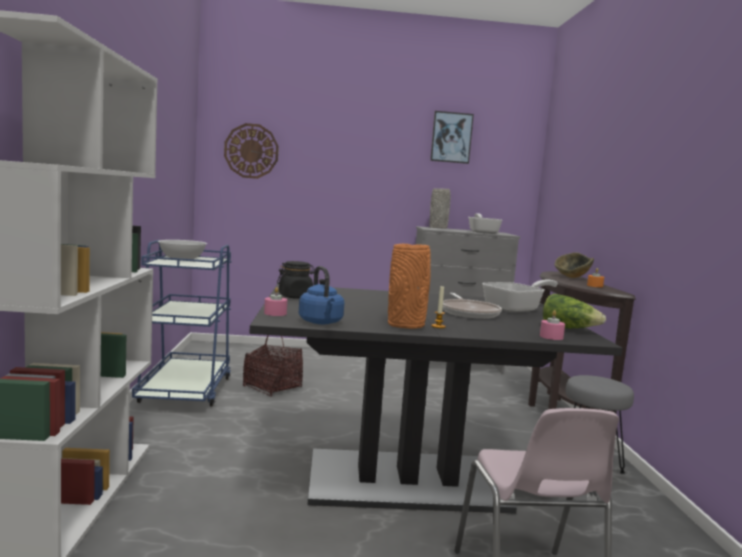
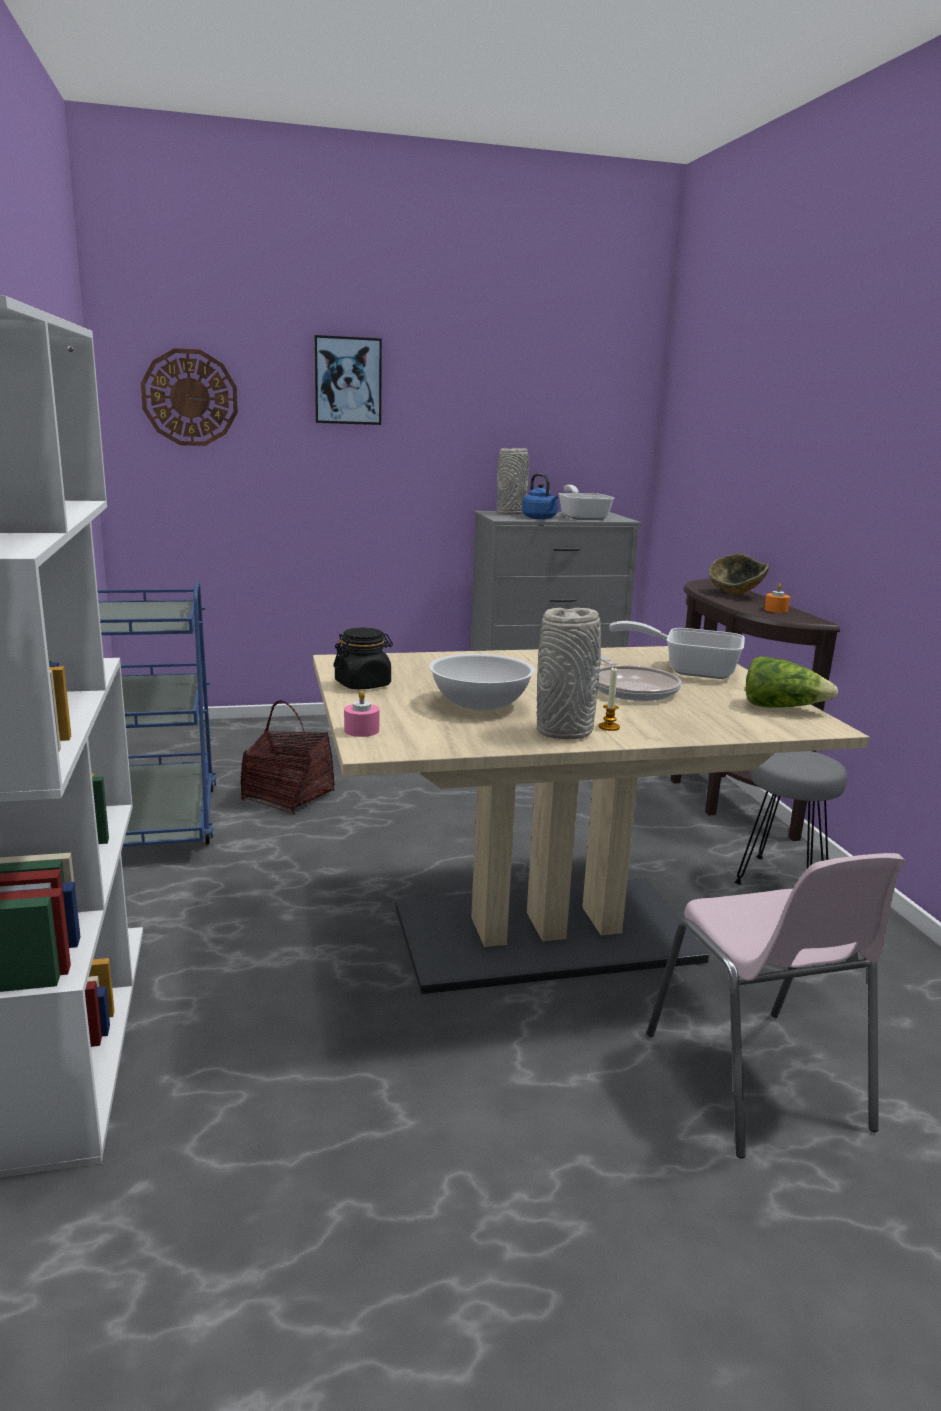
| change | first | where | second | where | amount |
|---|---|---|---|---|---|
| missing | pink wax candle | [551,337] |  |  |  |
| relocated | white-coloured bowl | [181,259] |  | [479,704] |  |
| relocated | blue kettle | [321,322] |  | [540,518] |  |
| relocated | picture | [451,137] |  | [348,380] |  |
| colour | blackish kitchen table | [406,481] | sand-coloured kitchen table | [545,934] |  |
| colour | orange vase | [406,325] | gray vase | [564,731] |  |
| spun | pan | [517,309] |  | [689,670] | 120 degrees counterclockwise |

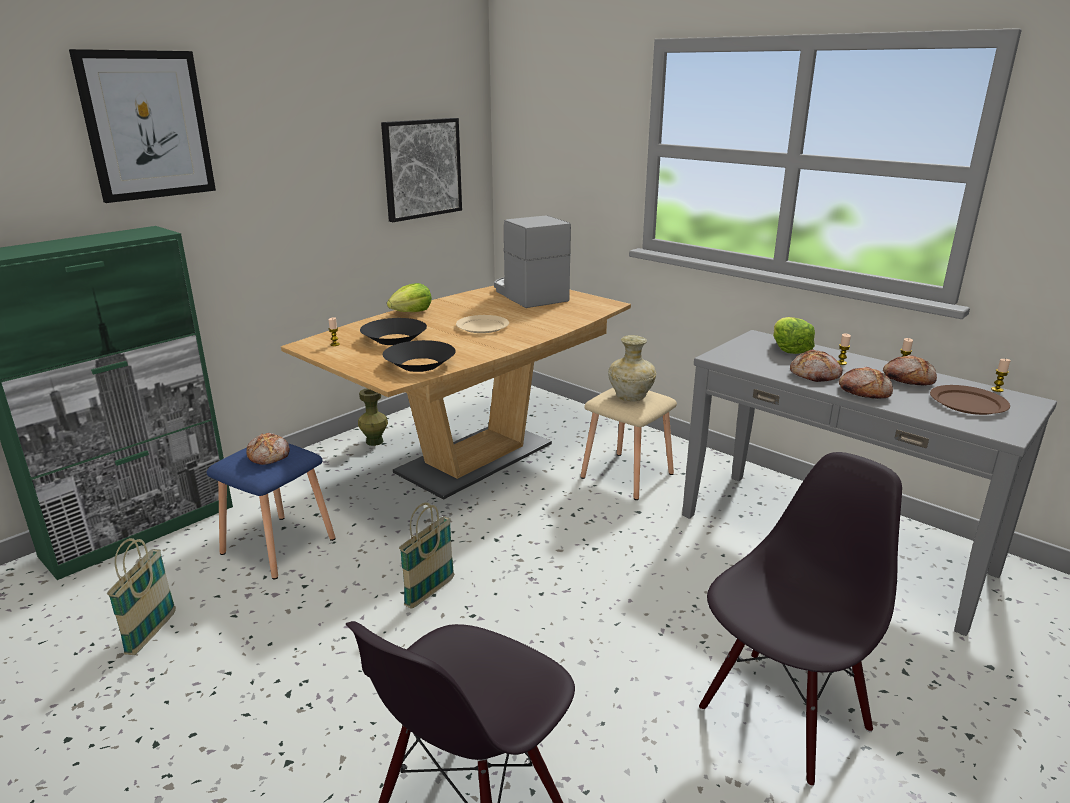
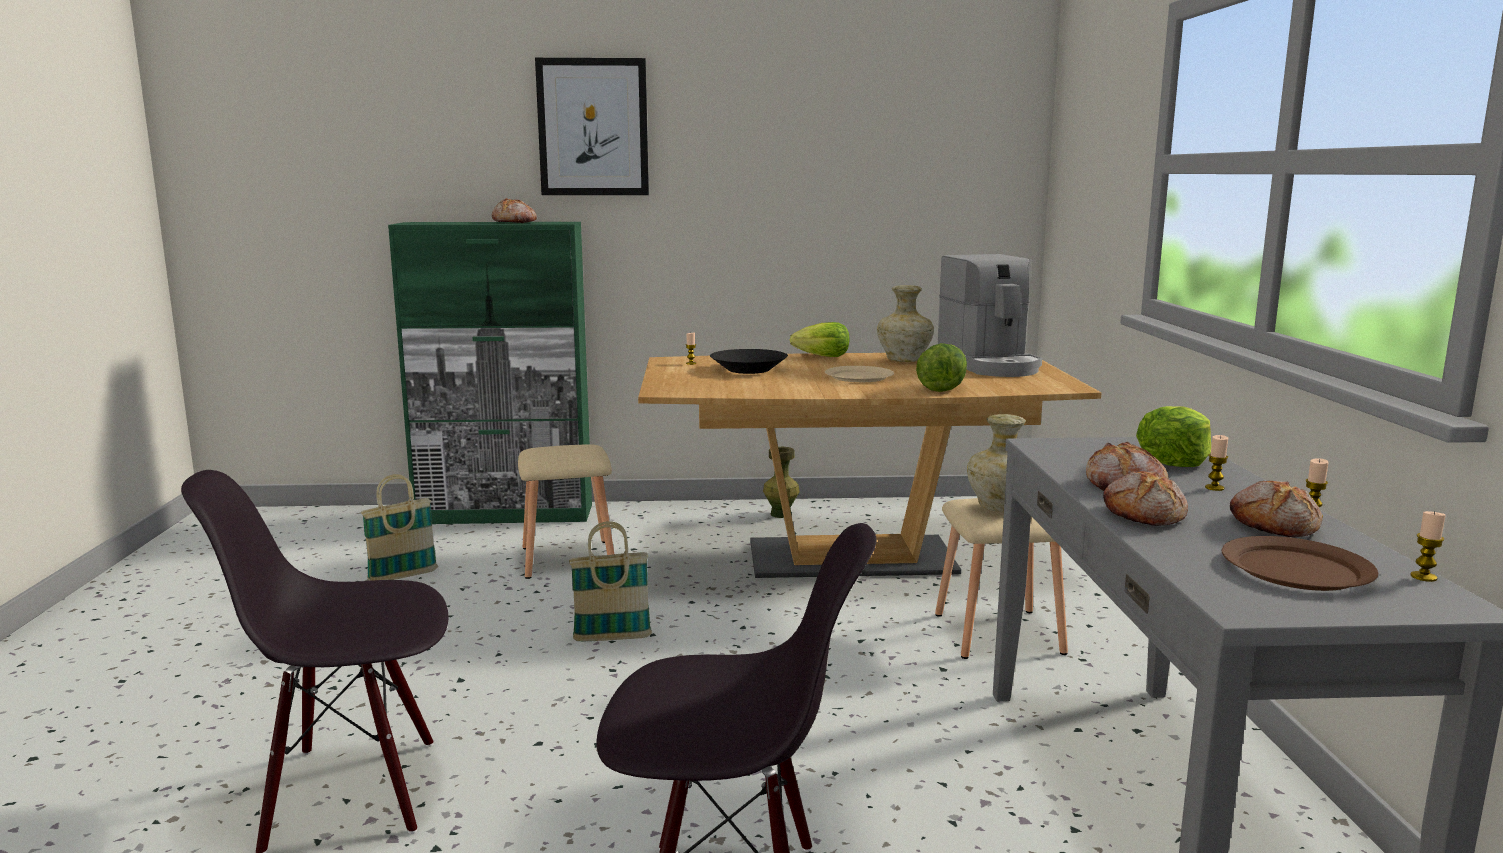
| change | first | where | second | where | amount |
|---|---|---|---|---|---|
| missing | picture | [422,168] |  |  |  |
| missing | blackish bowl | [420,364] |  |  |  |
| appeared |  |  | sand-coloured vase | [904,360] |  |
| appeared |  |  | lettuce | [942,388] |  |
| relocated | bakery bread | [270,455] |  | [515,222] |  |
| colour | blue sitting stool | [276,546] | sand-coloured sitting stool | [567,558] |  |
| spun | coffee maker | [528,295] |  | [990,365] | 150 degrees clockwise |

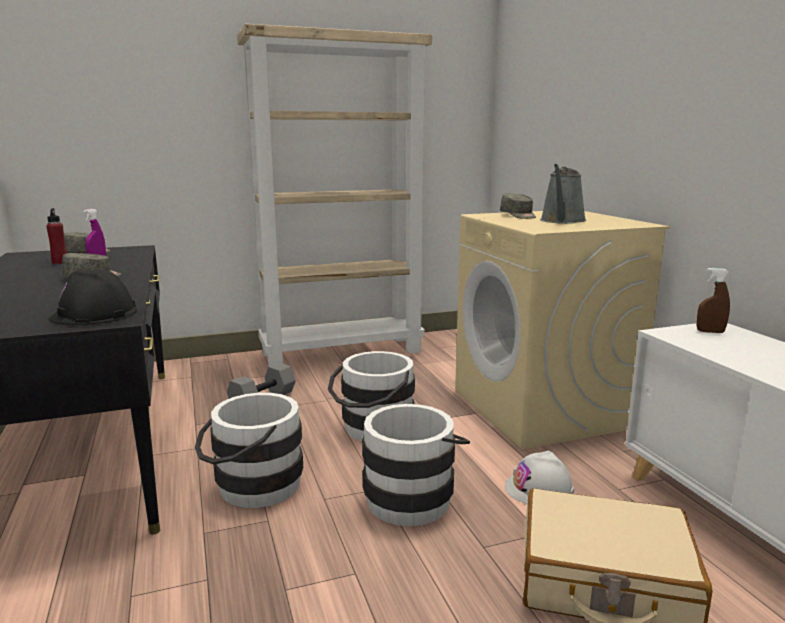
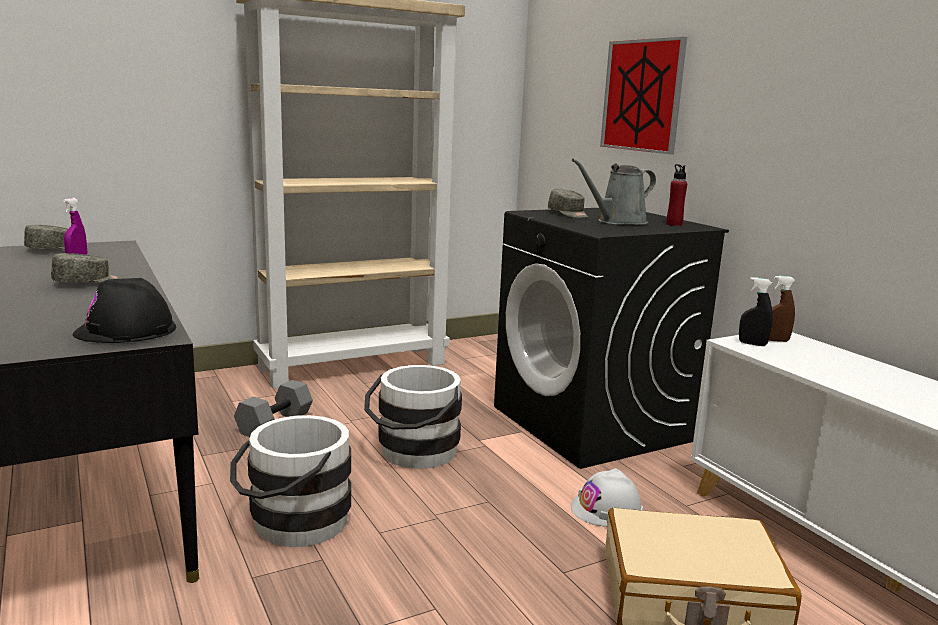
| change | first | where | second | where | amount |
|---|---|---|---|---|---|
| missing | white-coloured water bucket | [412,496] |  |  |  |
| appeared |  |  | picture | [642,96] |  |
| appeared |  |  | blackish spray bottle | [752,344] |  |
| relocated | red beverage bottle | [60,262] |  | [674,224] |  |
| colour | sand-coloured laundry machine | [543,408] | blackish laundry machine | [592,424] |  |
| spun | gray watering can | [562,221] |  | [618,222] | 45 degrees clockwise |

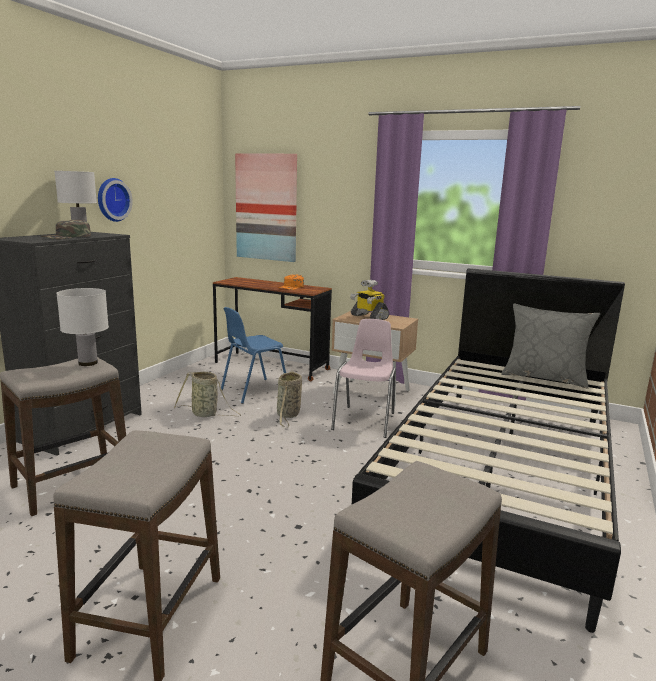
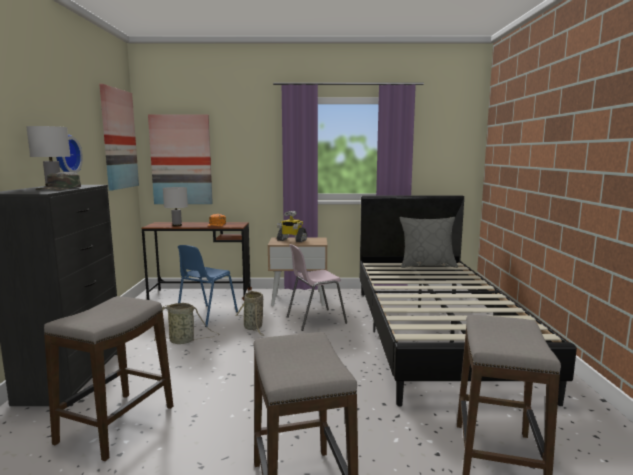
| change | first | where | second | where | amount |
|---|---|---|---|---|---|
| appeared |  |  | picture | [118,139] |  |
| relocated | white-coloured lamp for a table | [88,363] |  | [177,225] |  |
| spun | pink upright chair | [365,421] |  | [315,320] | 105 degrees counterclockwise |

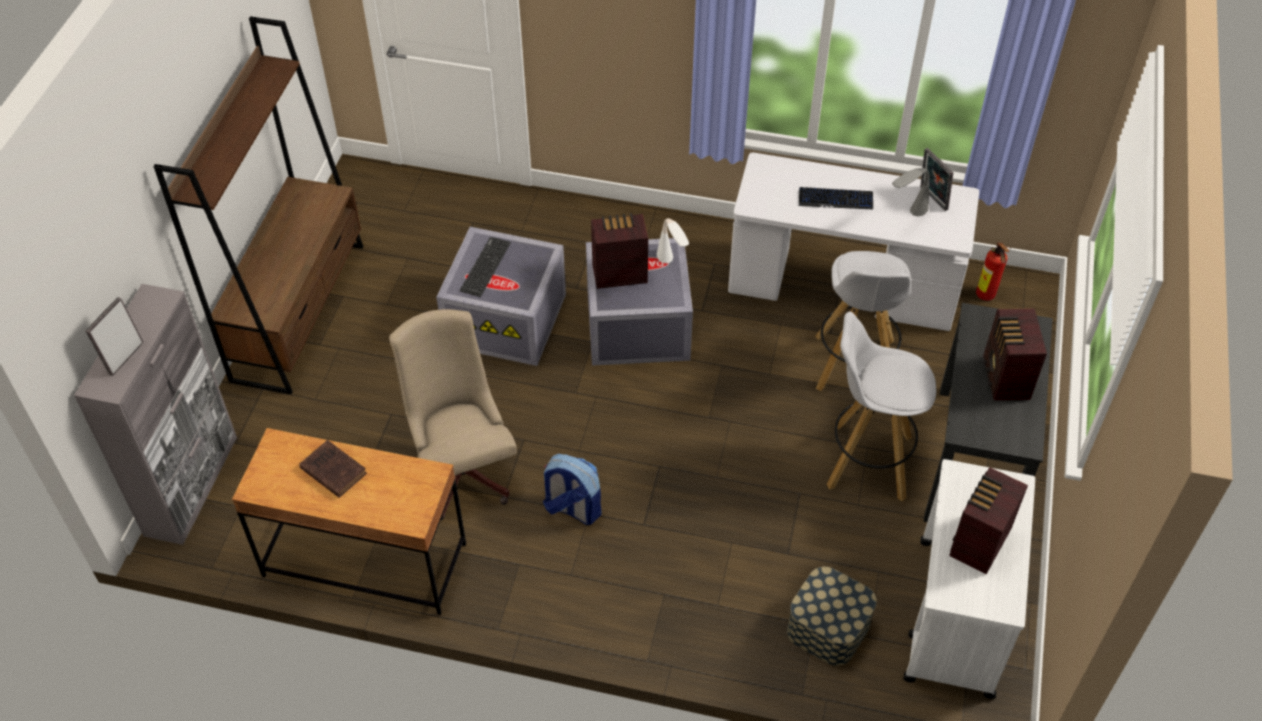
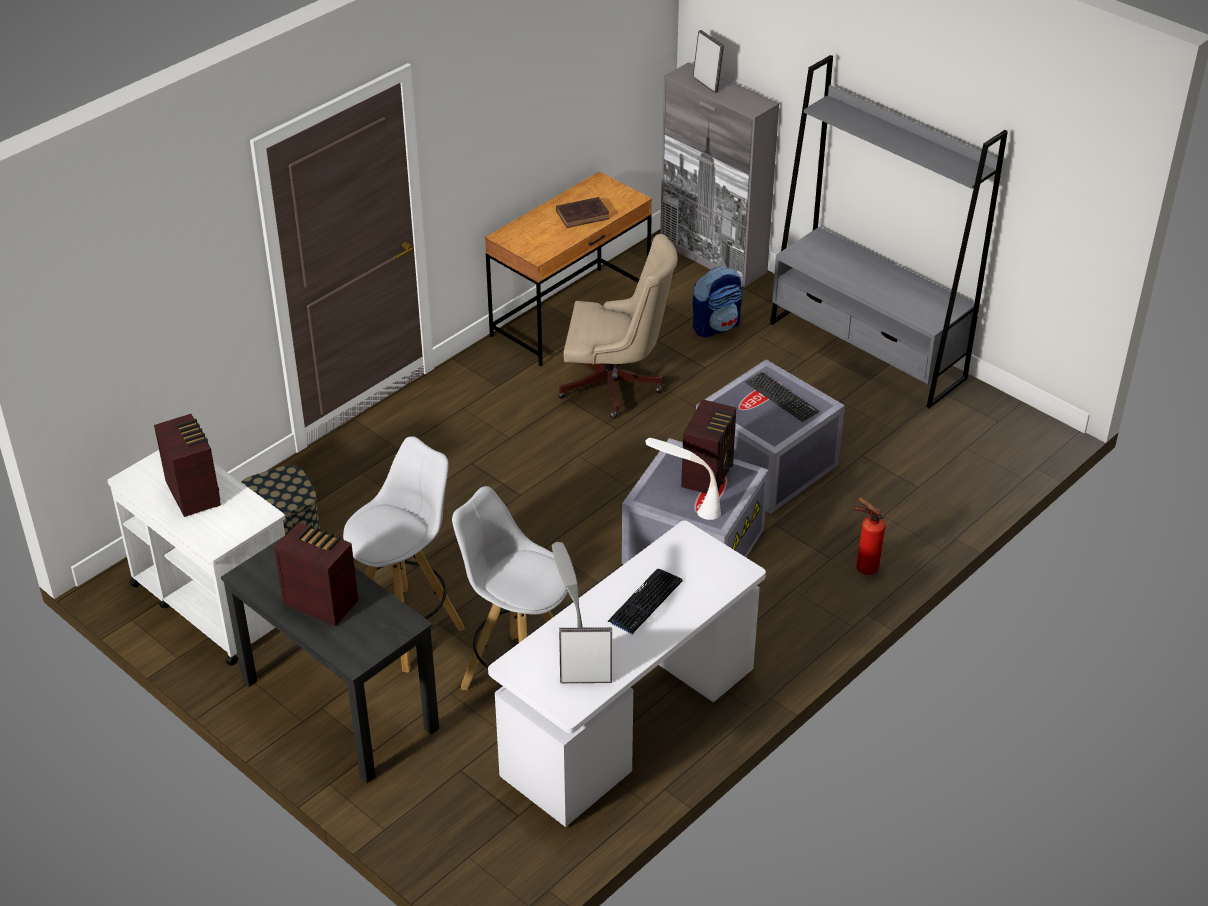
| change | first | where | second | where | amount |
|---|---|---|---|---|---|
| relocated | knapsack | [572,508] |  | [716,326] |  |
| relocated | fire-fighting cylinder | [986,297] |  | [863,567] |  |
| colour | brownish bookshelf | [299,311] | gray bookshelf | [867,351] |  |

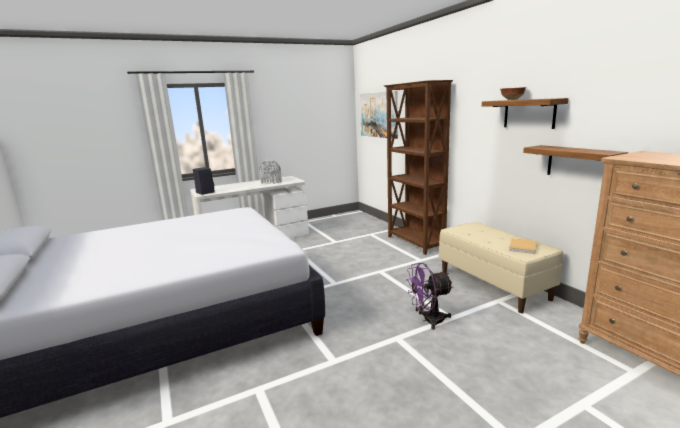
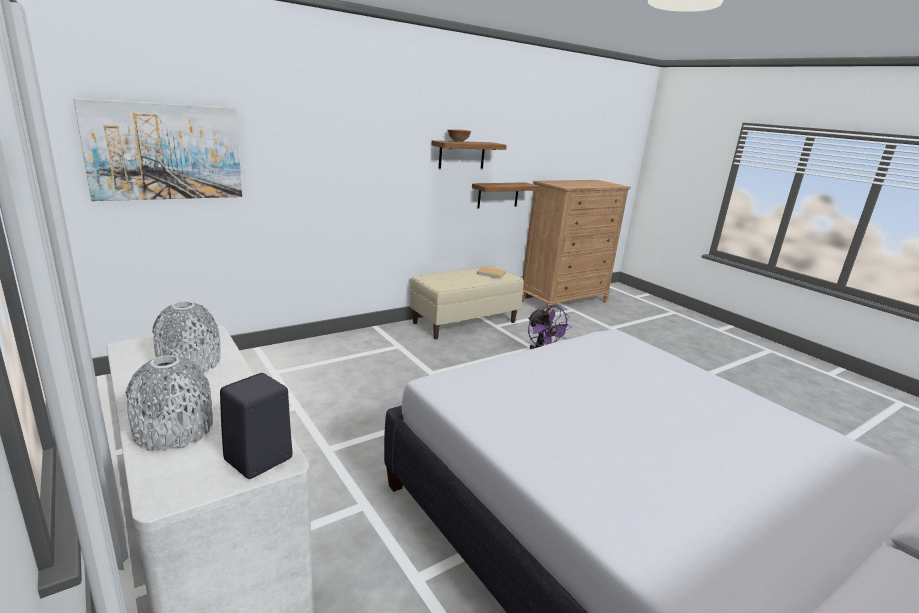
| change | first | where | second | where | amount |
|---|---|---|---|---|---|
| missing | brownish bookshelf | [415,243] |  |  |  |
| appeared |  |  | gray vase | [174,430] |  |

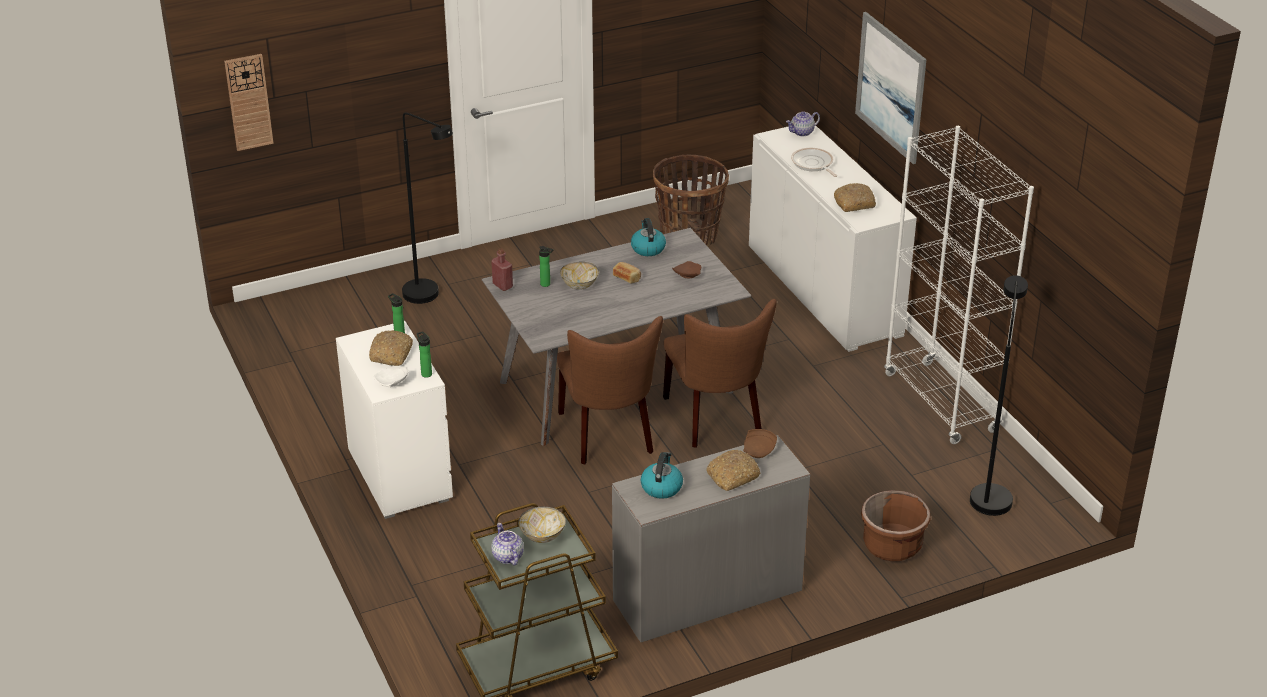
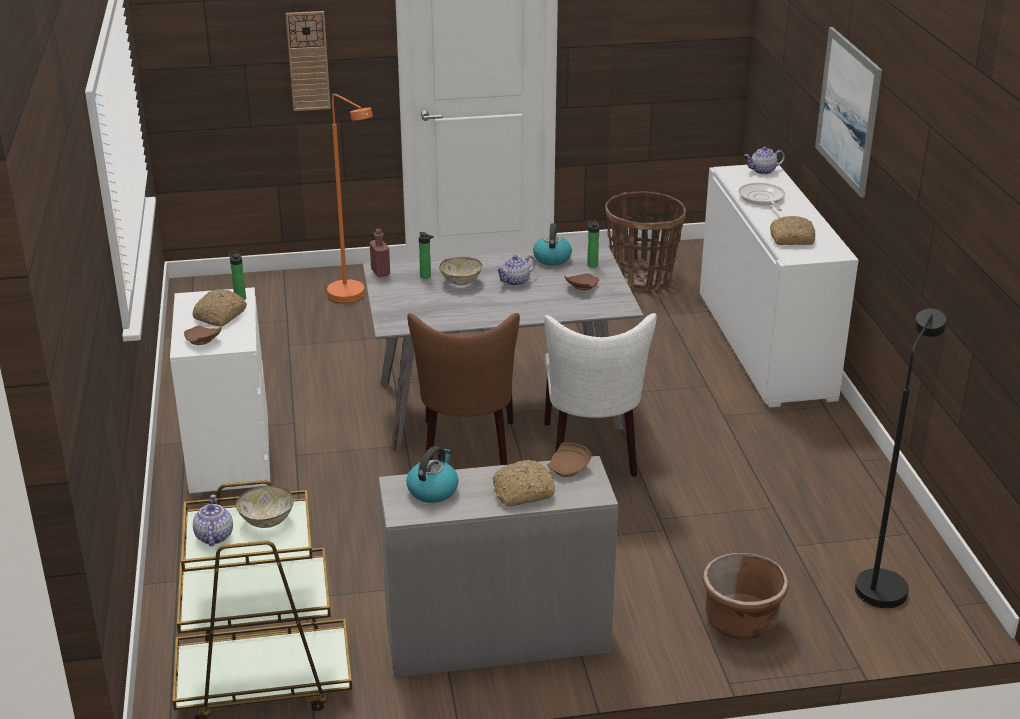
| change | first | where | second | where | amount |
|---|---|---|---|---|---|
| missing | white-coloured bookshelf | [941,403] |  |  |  |
| relocated | clock on the wall | [248,102] |  | [308,61] |  |
| relocated | beverage bottle | [425,373] |  | [592,264] |  |
| exchanged | bakery bread | [627,277] | teapot | [515,281] |  |
| colour | white-coloured flat dish | [392,382] | brownish flat dish | [202,341] |  |
| colour | blackish standing lamp | [429,296] | orange standing lamp | [353,297] |  |
| colour | brownish upright chair | [716,419] | white-coloured upright chair | [592,453] |  |

